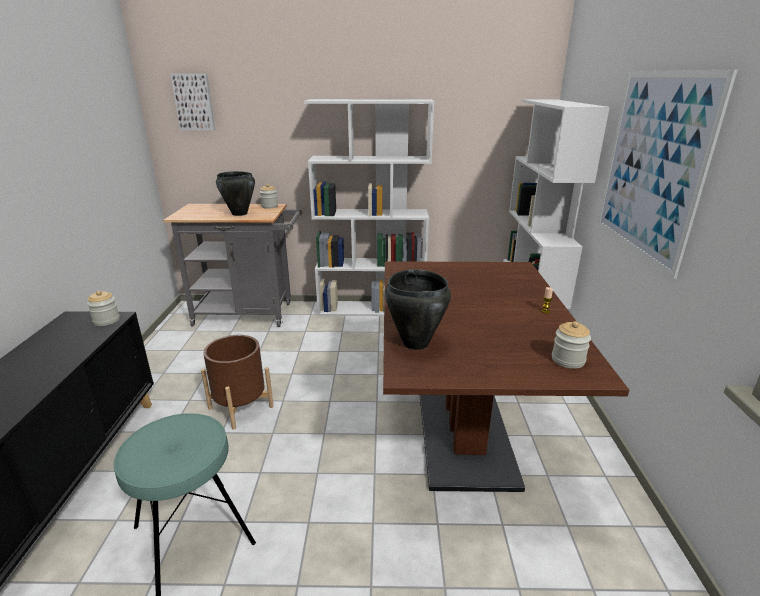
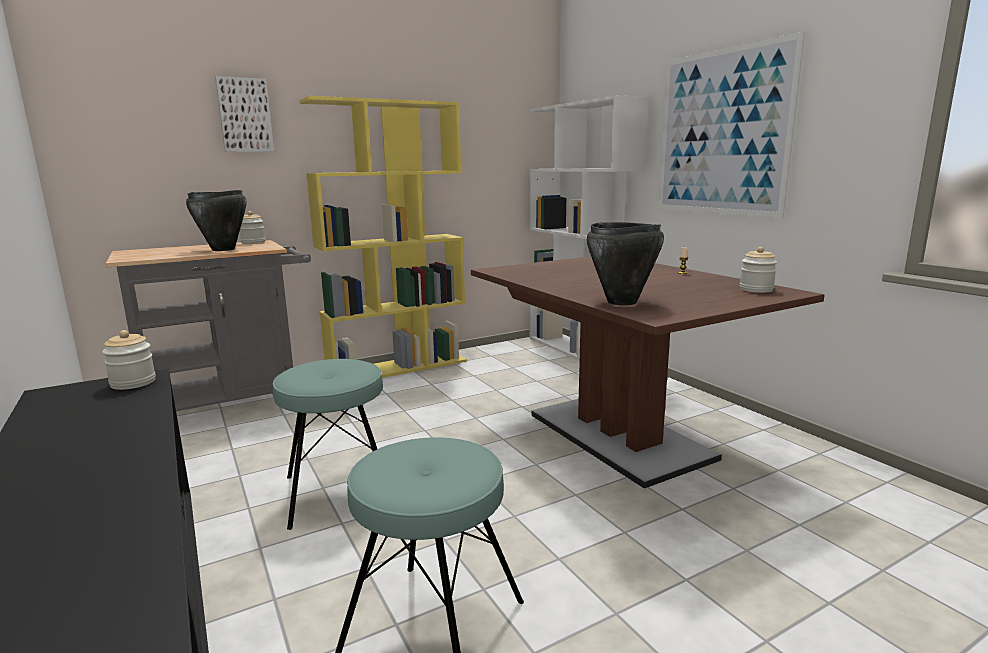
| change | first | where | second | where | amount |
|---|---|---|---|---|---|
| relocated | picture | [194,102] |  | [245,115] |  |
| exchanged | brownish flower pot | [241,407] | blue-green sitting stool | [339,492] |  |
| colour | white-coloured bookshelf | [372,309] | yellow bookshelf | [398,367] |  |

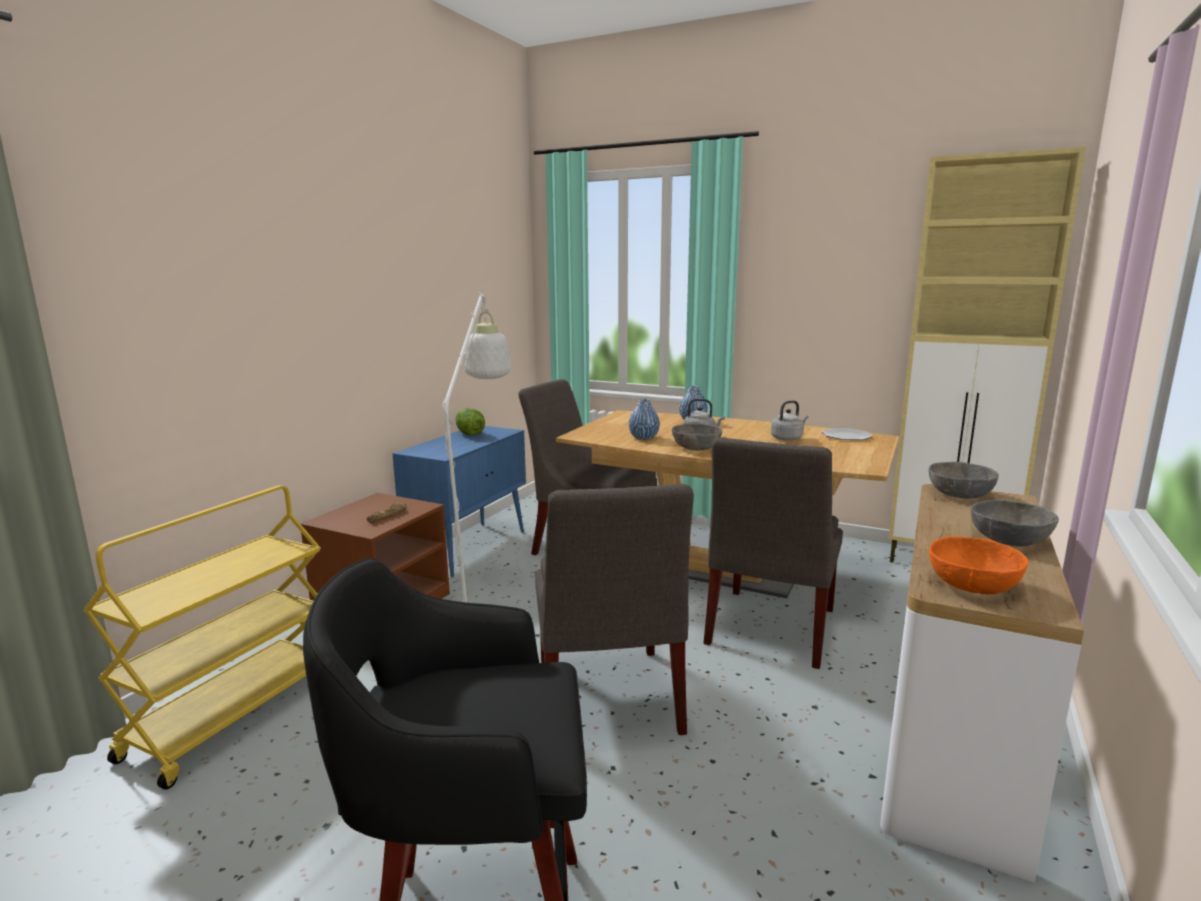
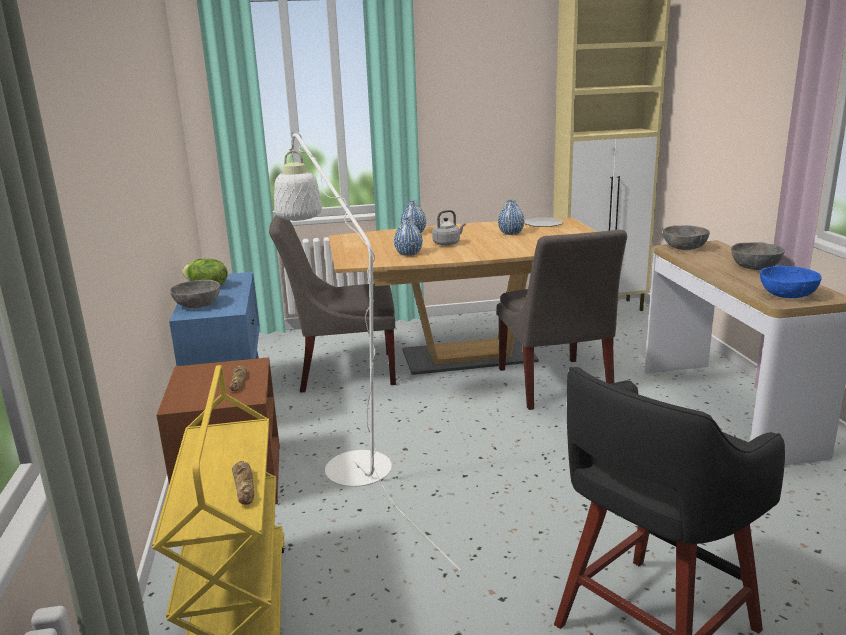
| change | first | where | second | where | amount |
|---|---|---|---|---|---|
| missing | gray upright chair | [607,700] |  |  |  |
| appeared |  |  | bakery bread | [244,486] |  |
| relocated | gray bowl | [695,448] |  | [197,305] |  |
| exchanged | gray kettle | [788,438] | blue vase | [511,233] |  |
| colour | orange bowl | [973,586] | blue bowl | [787,295] |  |

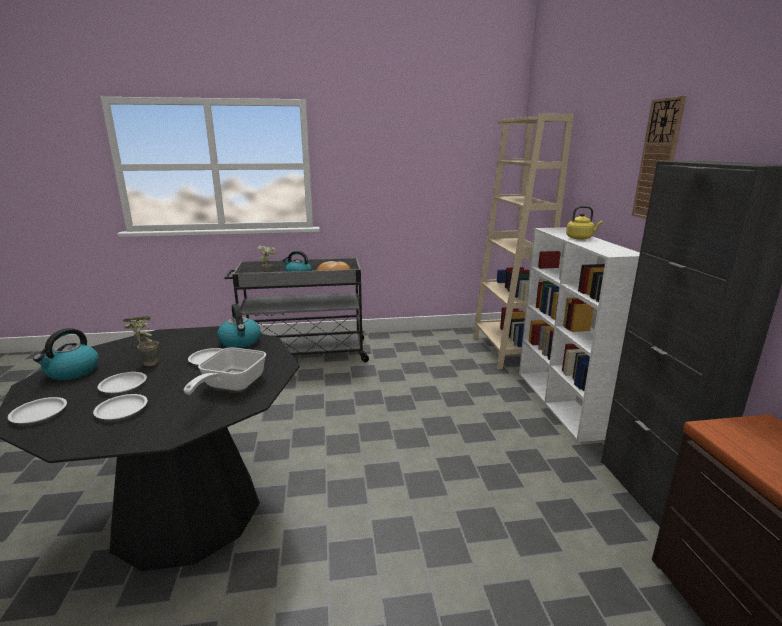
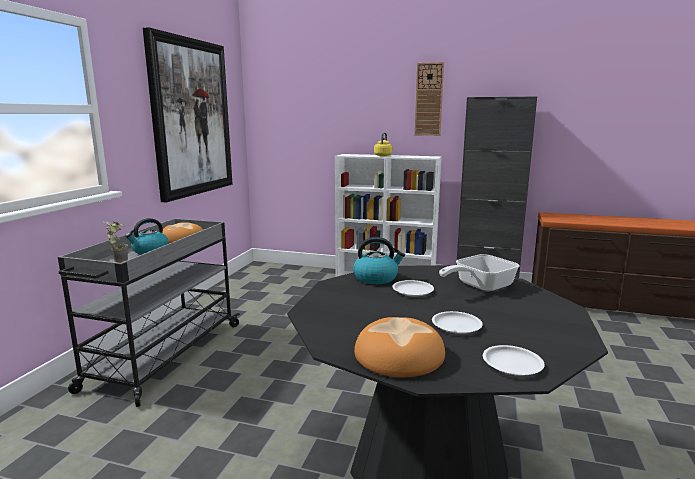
| change | first | where | second | where | amount |
|---|---|---|---|---|---|
| missing | white-coloured flat dish | [121,410] |  |  |  |
| missing | plant in a pot | [146,364] |  |  |  |
| missing | sand-coloured bookshelf | [505,351] |  |  |  |
| appeared |  |  | picture | [191,118] |  |
| exchanged | kettle | [72,372] | bakery bread | [399,354] |  |
| spun | pan | [230,386] |  | [479,286] | 105 degrees clockwise |

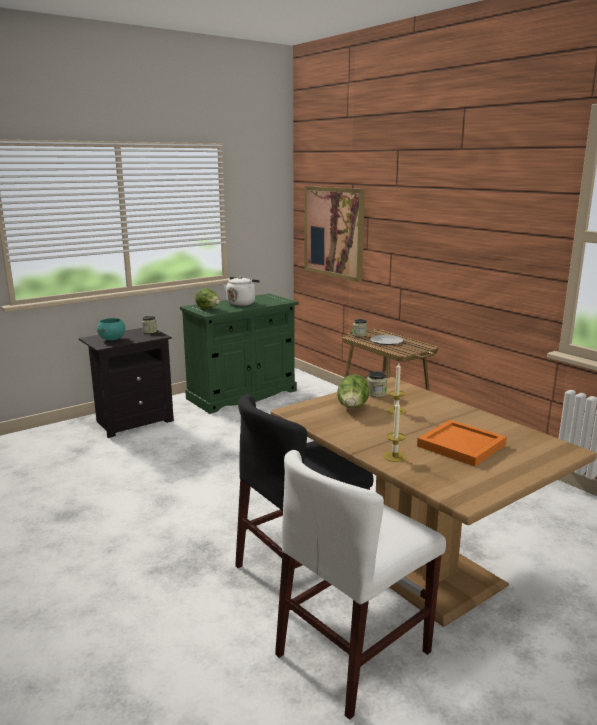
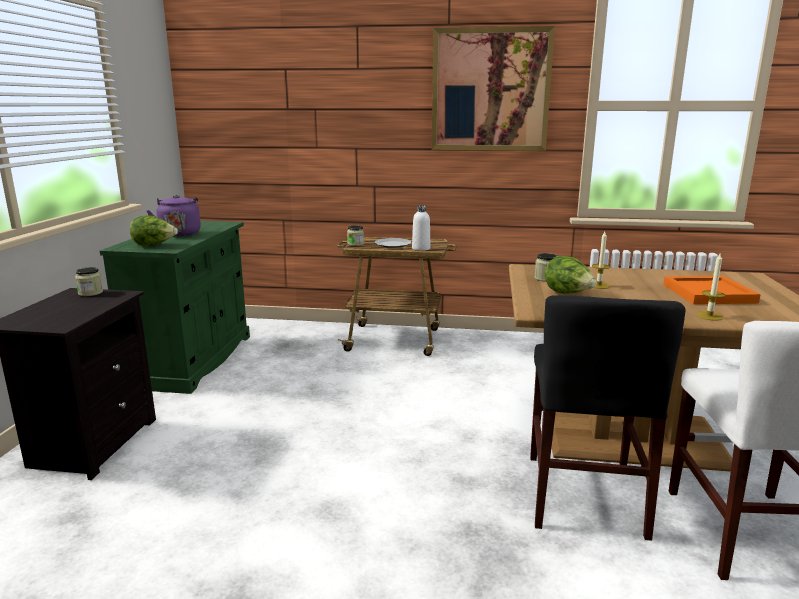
| change | first | where | second | where | amount |
|---|---|---|---|---|---|
| missing | blue-green bowl | [112,339] |  |  |  |
| appeared |  |  | white-coloured beverage bottle | [421,248] |  |
| relocated | picture | [334,232] |  | [490,90] |  |
| colour | white-coloured kettle | [241,303] | purple-coloured kettle | [180,233] |  |

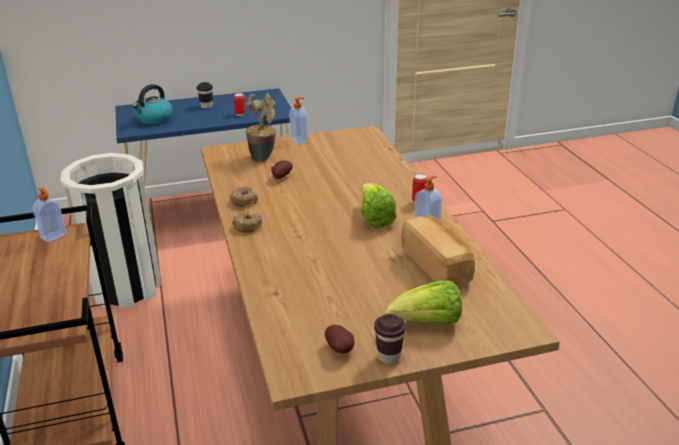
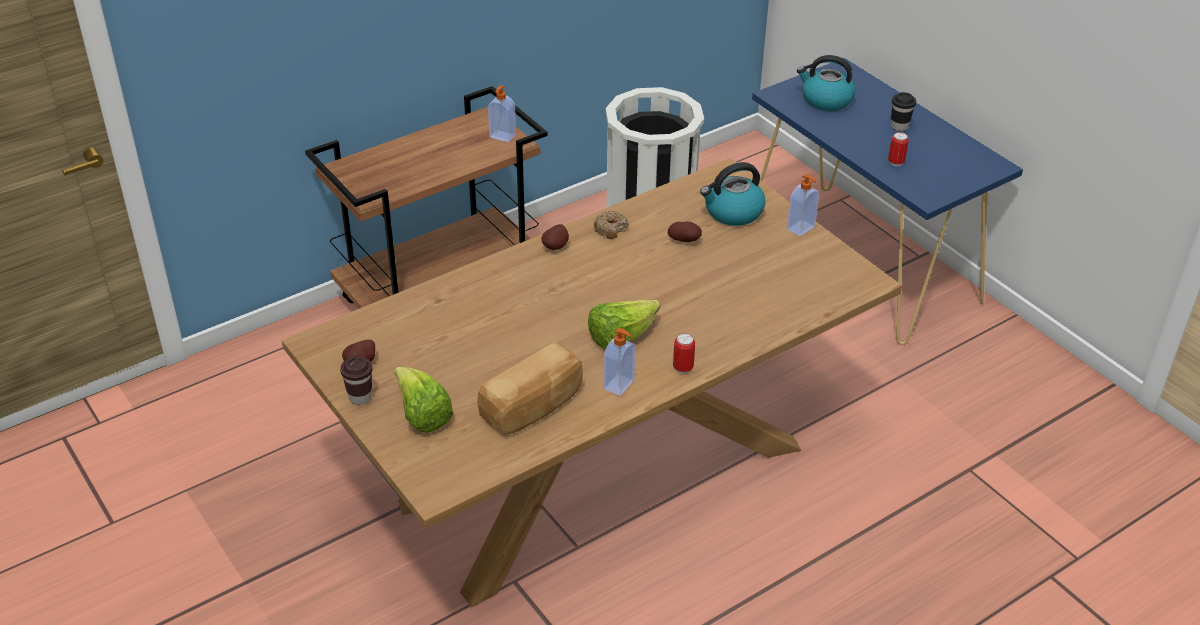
| change | first | where | second | where | amount |
|---|---|---|---|---|---|
| exchanged | donut | [247,226] | potato | [556,247] |  |
| exchanged | plant in a pot | [264,156] | kettle | [733,212] |  |

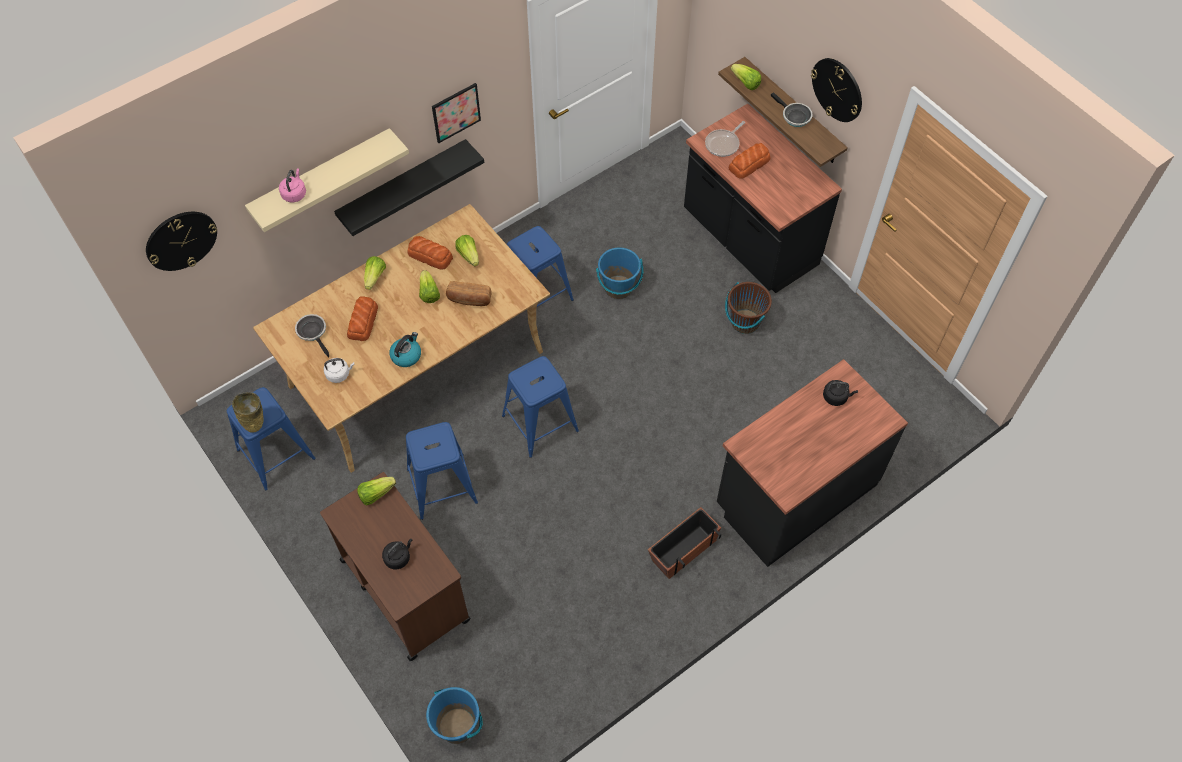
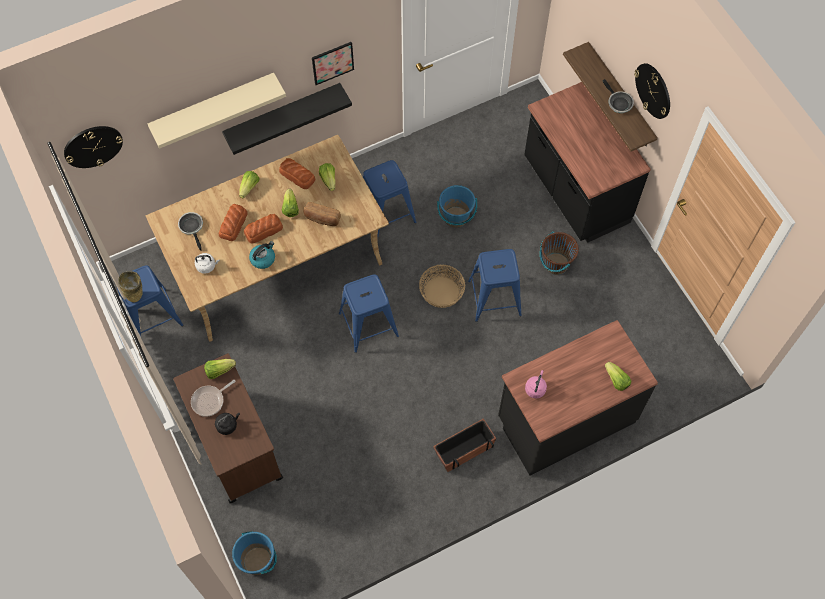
| change | first | where | second | where | amount |
|---|---|---|---|---|---|
| missing | blackish kettle | [836,397] |  |  |  |
| appeared |  |  | storage basket | [442,292] |  |
| relocated | pink kettle | [294,193] |  | [535,388] |  |
| relocated | blue sitting stool | [442,485] |  | [494,297] |  |
| relocated | pan | [723,144] |  | [210,401] |  |
| relocated | bakery bread | [749,164] |  | [264,230] |  |
| relocated | lettuce | [745,83] |  | [616,380] |  |

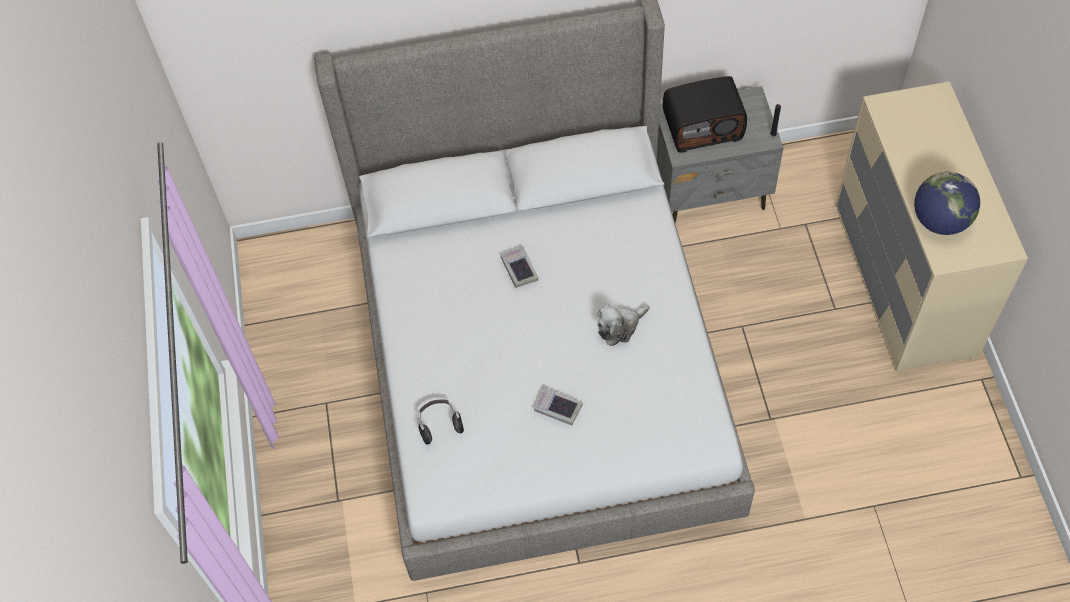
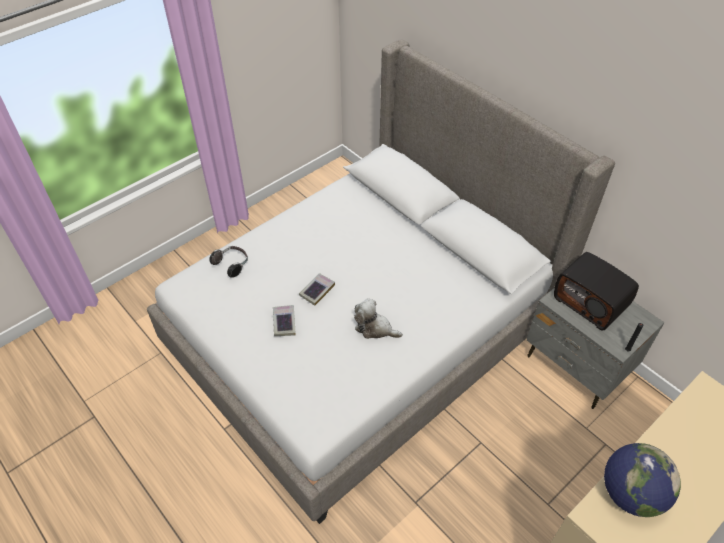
| change | first | where | second | where | amount |
|---|---|---|---|---|---|
| relocated | volume | [519,269] |  | [317,291] |  |

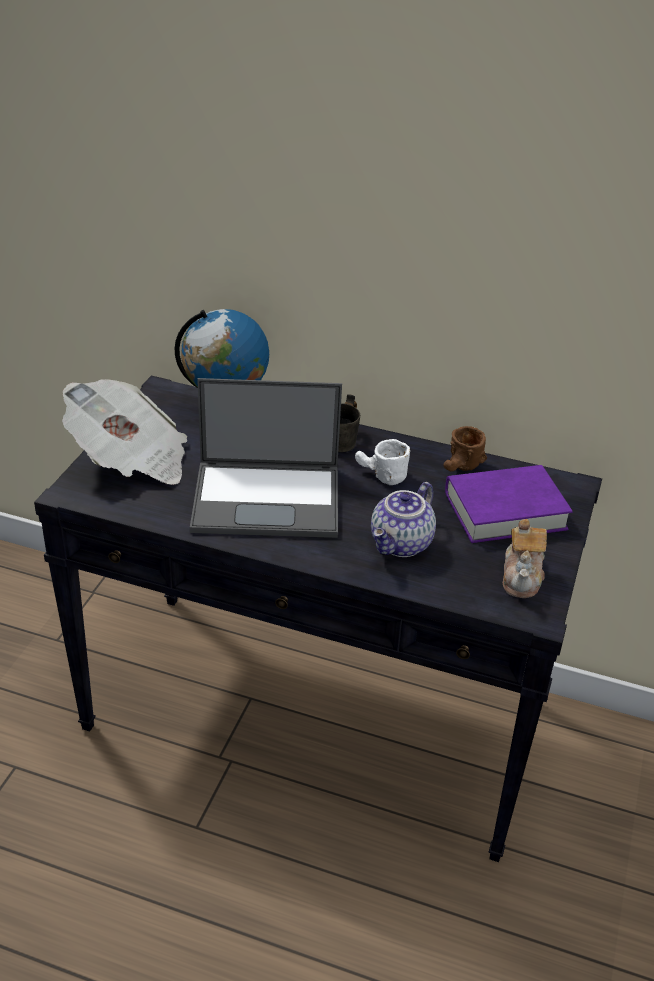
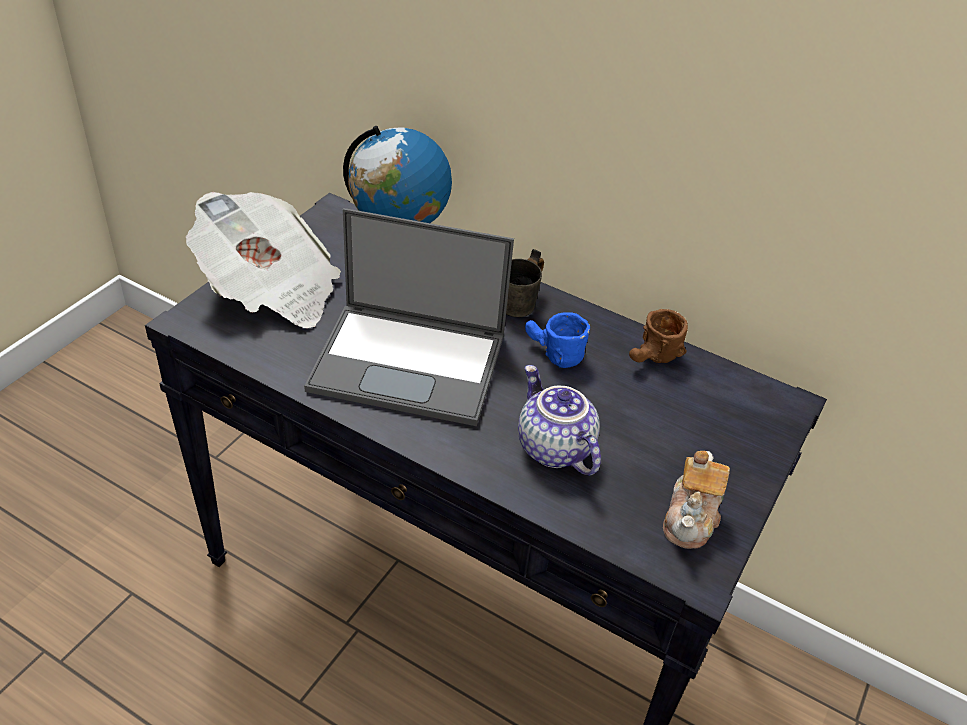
| change | first | where | second | where | amount |
|---|---|---|---|---|---|
| missing | purple-coloured volume | [505,511] |  |  |  |
| colour | white-coloured mug | [379,476] | blue mug | [551,354] |  |
| spun | teapot | [402,544] |  | [552,448] | 105 degrees clockwise |

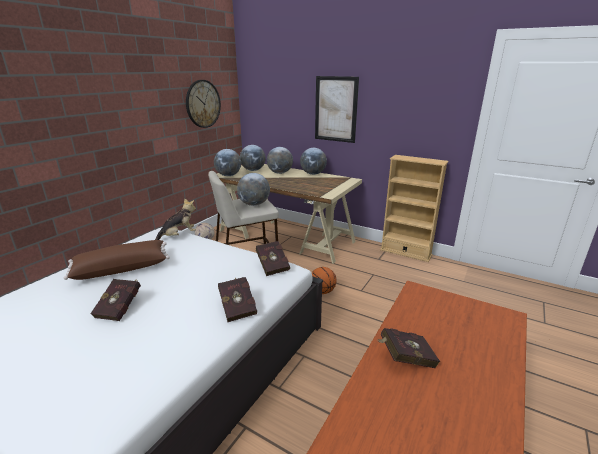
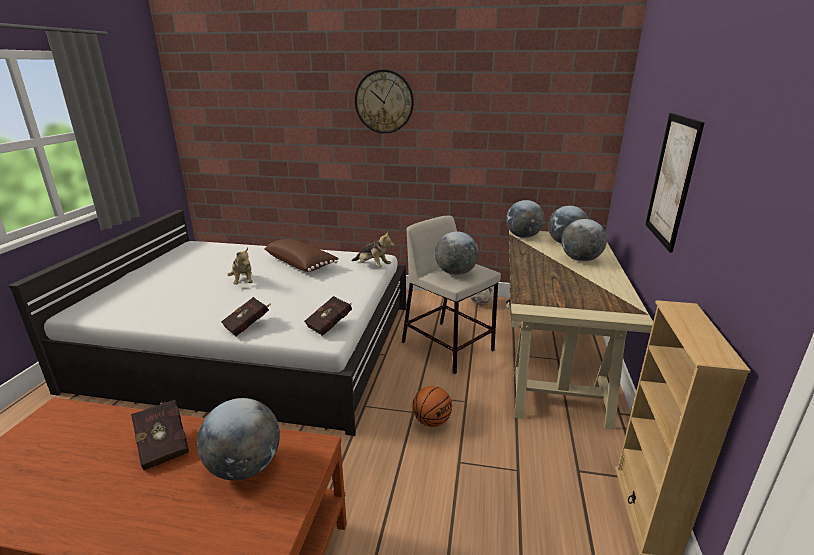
| change | first | where | second | where | amount |
|---|---|---|---|---|---|
| relocated | clock on the wall | [203,104] |  | [384,102] |  |
| relocated | globe | [313,174] |  | [245,467] |  |
| exchanged | red volume | [121,308] | soft toy | [243,282] |  |

